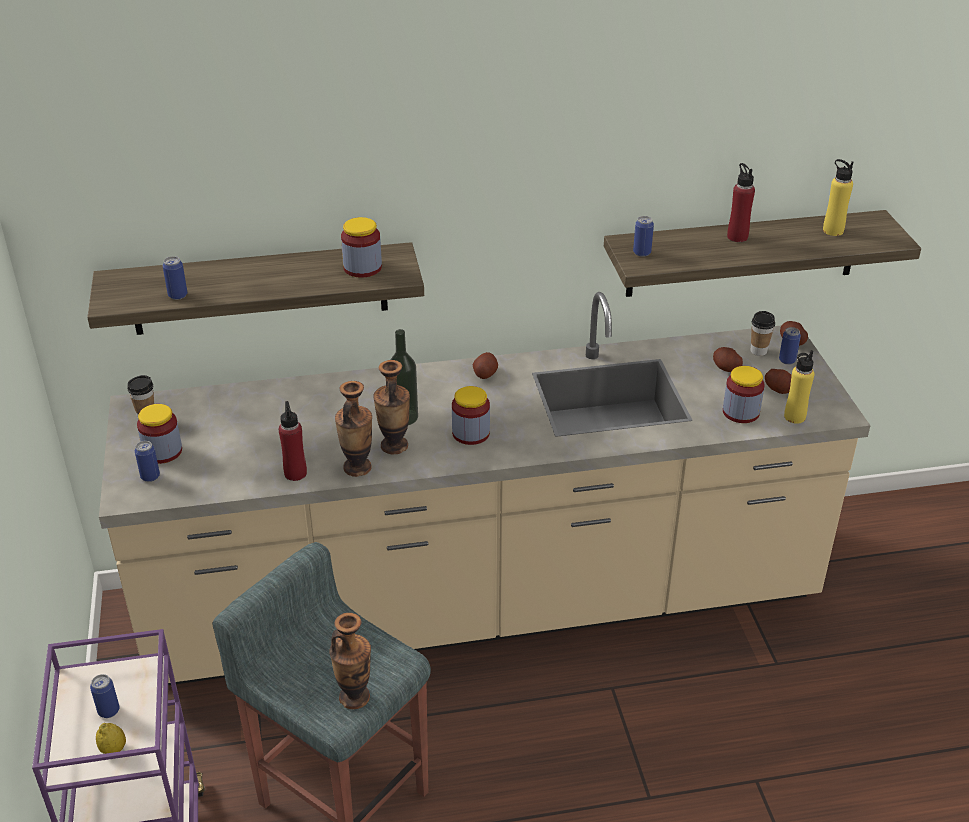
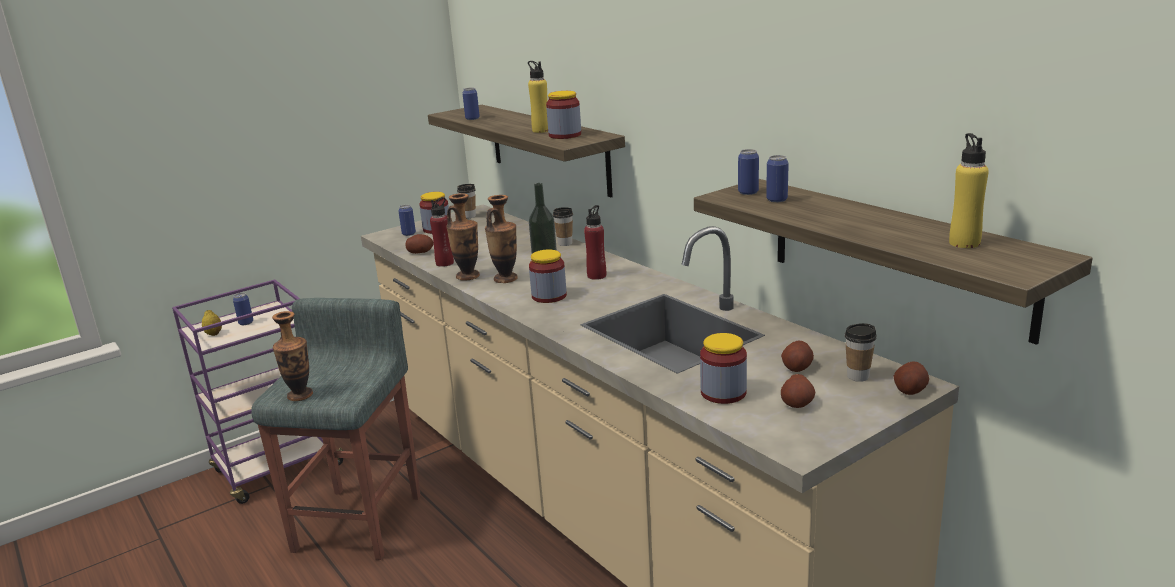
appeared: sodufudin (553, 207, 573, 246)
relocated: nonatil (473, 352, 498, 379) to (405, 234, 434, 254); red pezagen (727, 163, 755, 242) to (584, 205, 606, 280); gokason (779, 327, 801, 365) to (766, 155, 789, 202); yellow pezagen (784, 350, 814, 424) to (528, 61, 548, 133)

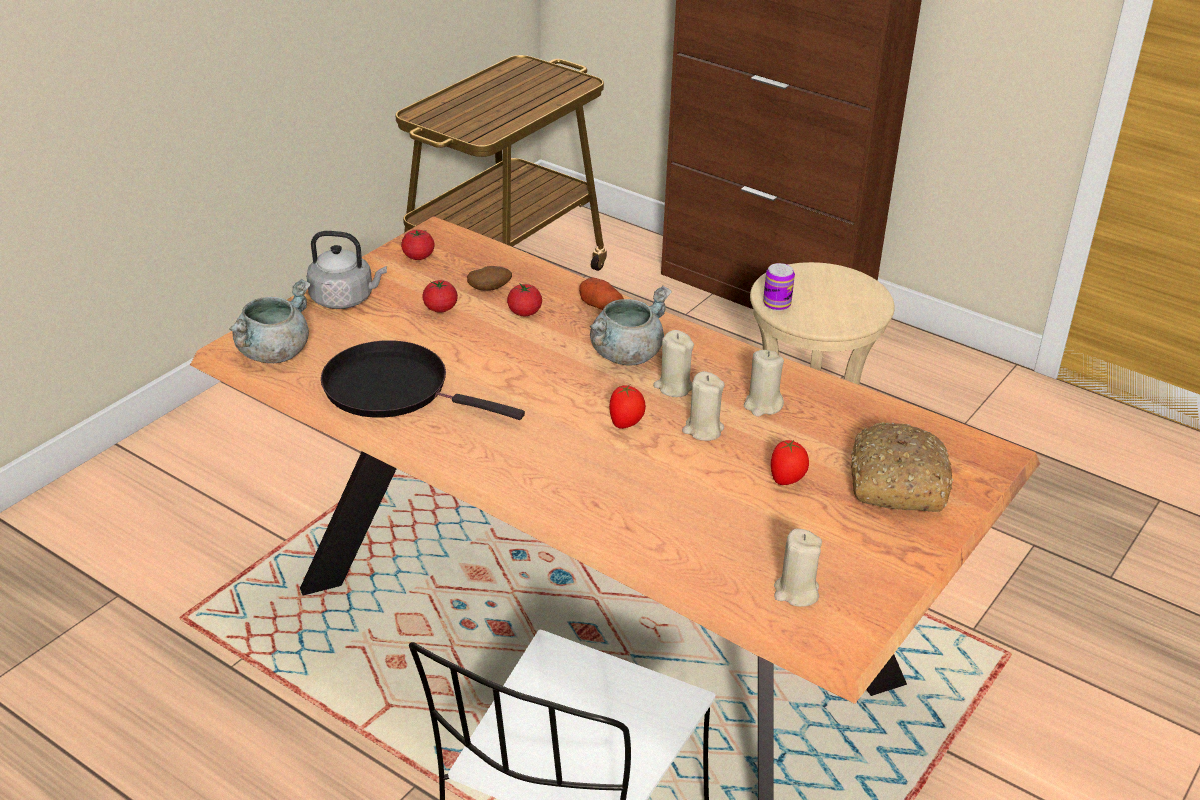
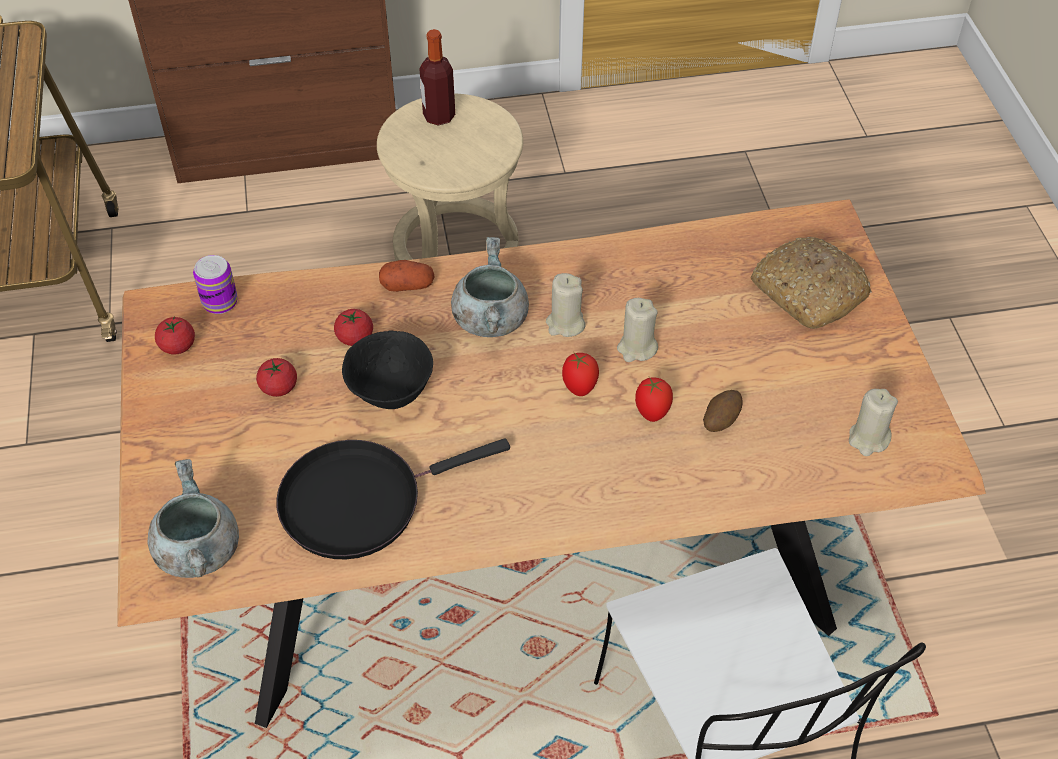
missing: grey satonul (307, 231, 387, 309); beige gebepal (744, 350, 784, 417)
appeared: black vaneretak (342, 330, 433, 409); pezagen (419, 29, 455, 126)
relocated: nonatil (467, 266, 512, 291) to (703, 390, 743, 432); gokason (763, 263, 795, 311) to (193, 255, 237, 314); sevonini (771, 439, 809, 485) to (635, 377, 673, 422)

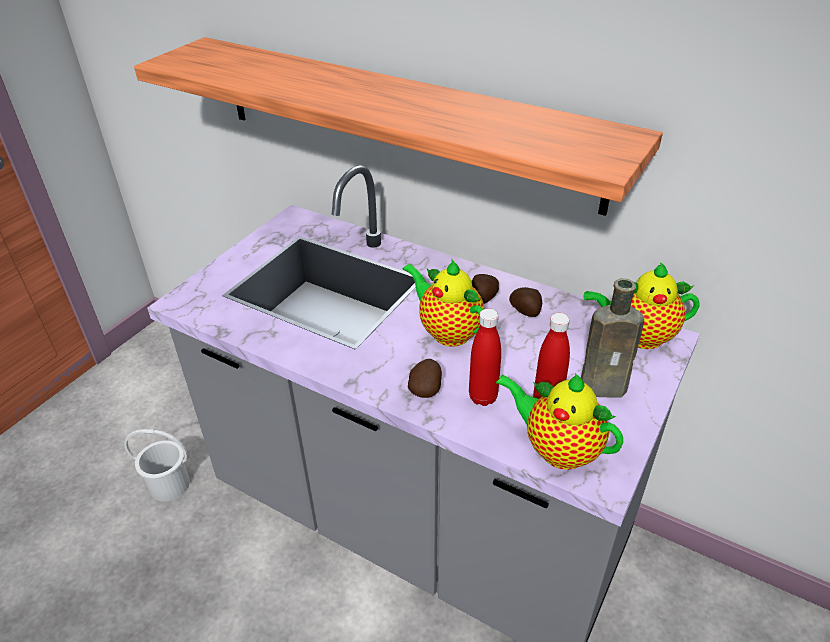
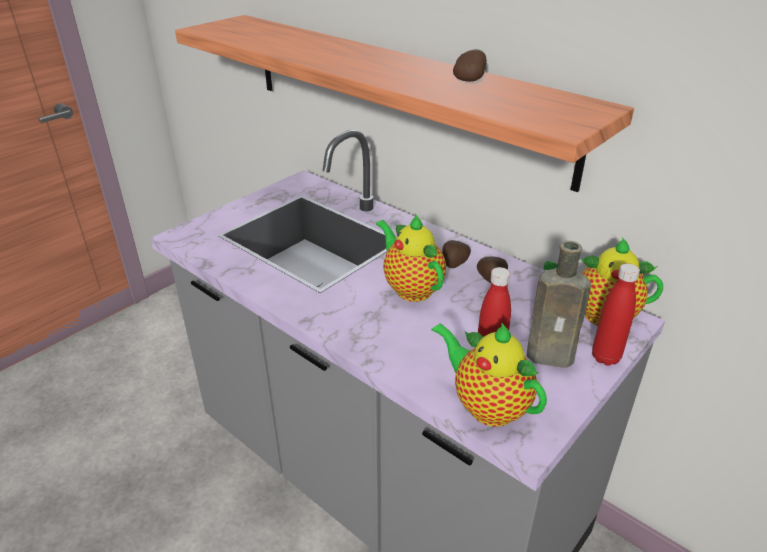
missing: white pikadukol (124, 429, 190, 502)
relocated: nonatil (408, 359, 442, 398) to (453, 49, 487, 82); red pezagen (469, 309, 501, 406) to (592, 263, 640, 366)

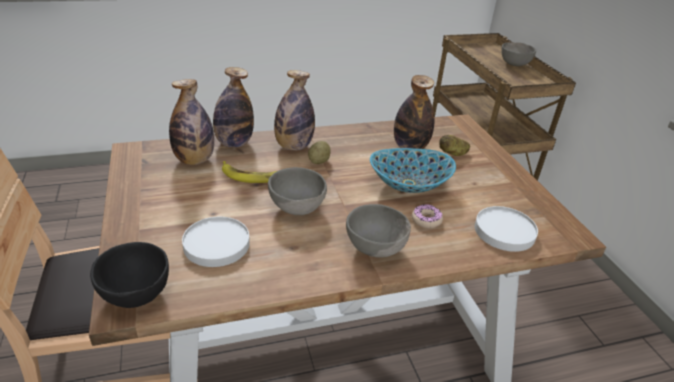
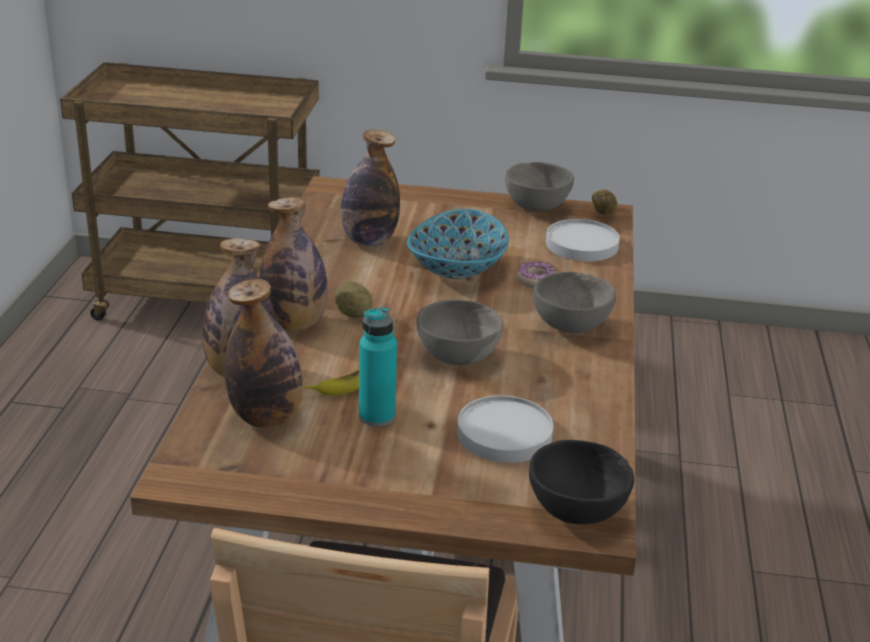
appeared: turquoise pezagen (359, 307, 397, 427)
relocated: nonatil (439, 135, 470, 156) to (592, 190, 618, 215); grey vaneretak (501, 42, 536, 66) to (505, 162, 574, 211)

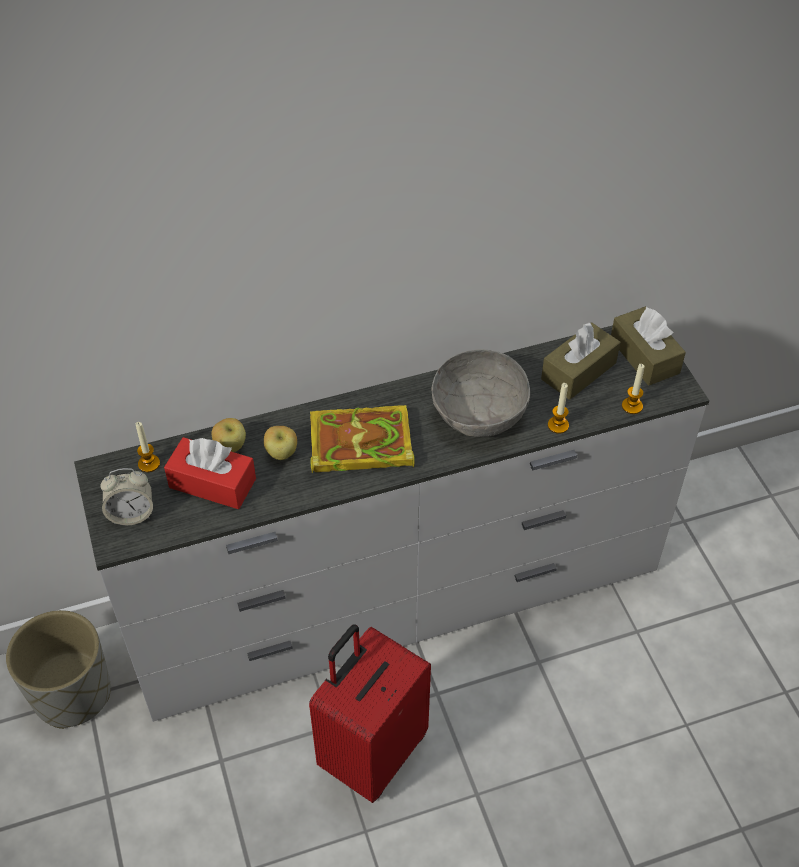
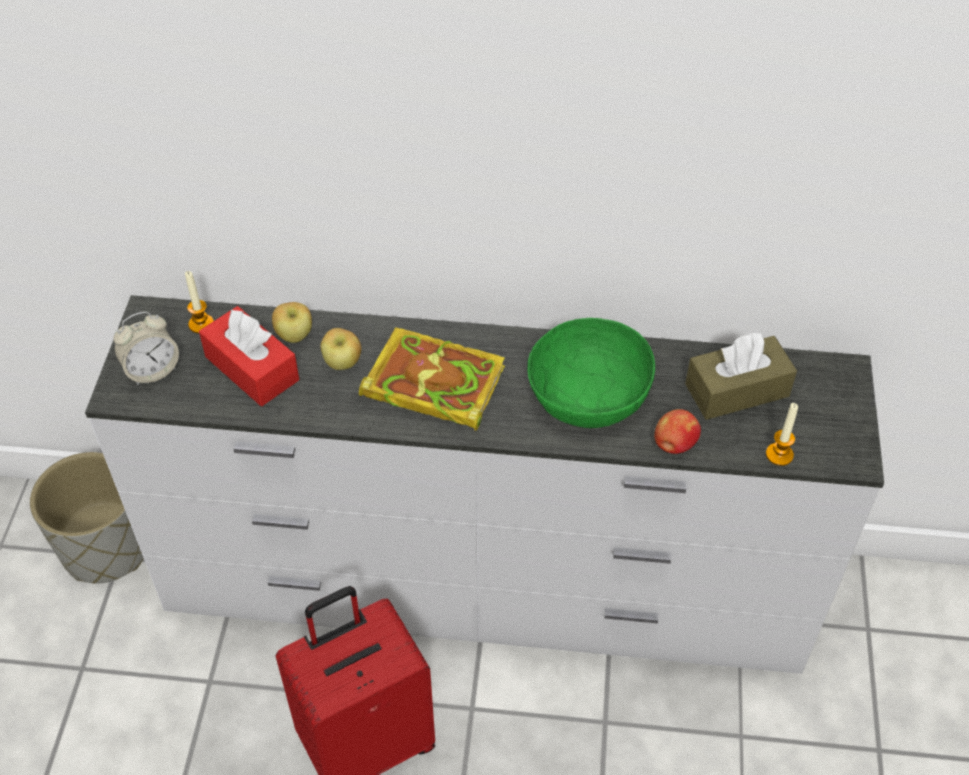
missing: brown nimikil (611, 306, 686, 386)
exchanged: gebepal (548, 383, 569, 434) to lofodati (654, 409, 701, 454)
colour: grey vaneretak (431, 349, 530, 437) to green vaneretak (528, 318, 655, 428)
spun: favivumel (100, 468, 153, 525) = (114, 311, 179, 386) 45 degrees counterclockwise

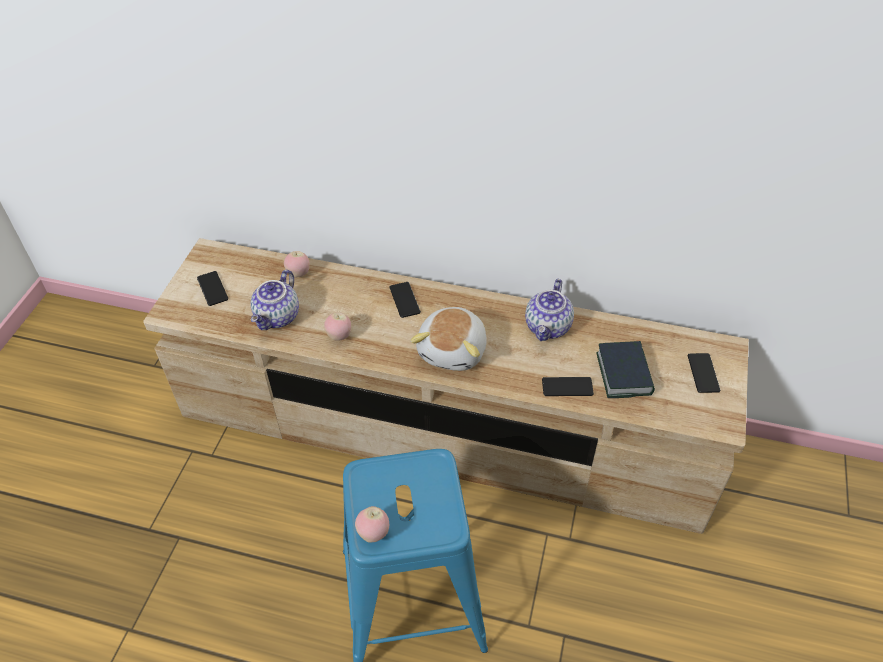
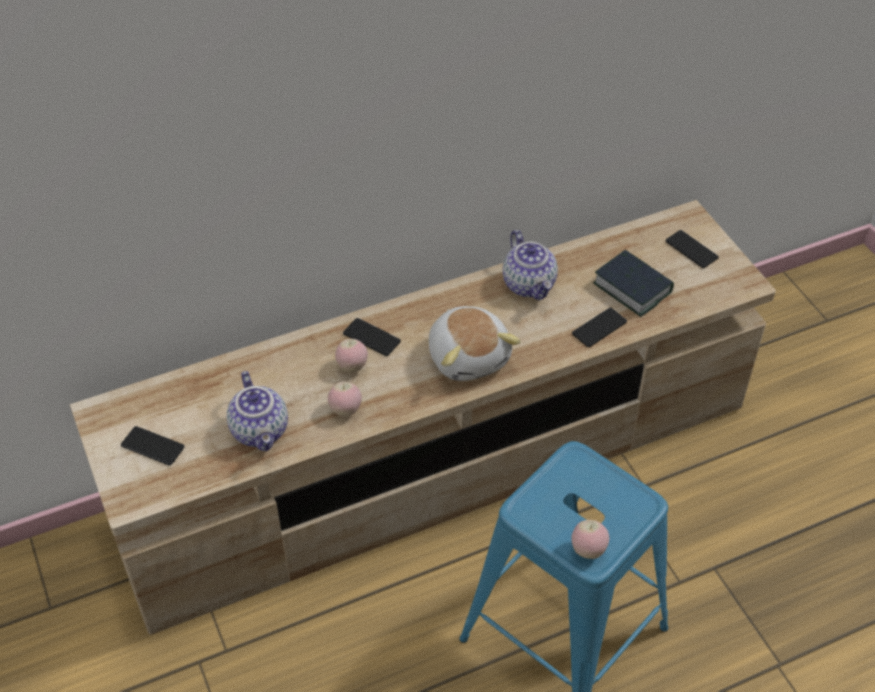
relocated: lofodati (284, 251, 310, 277) to (335, 339, 368, 372)

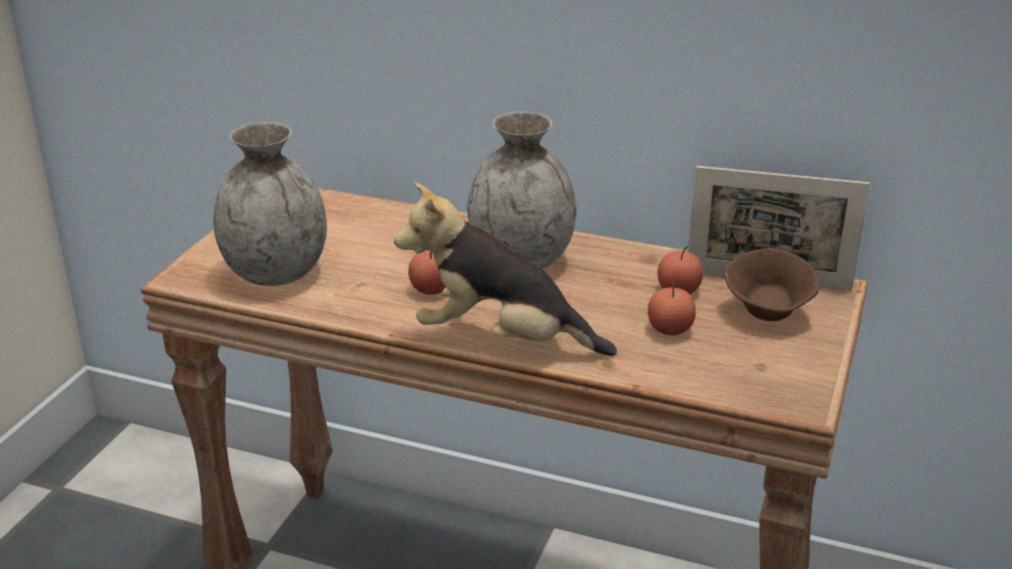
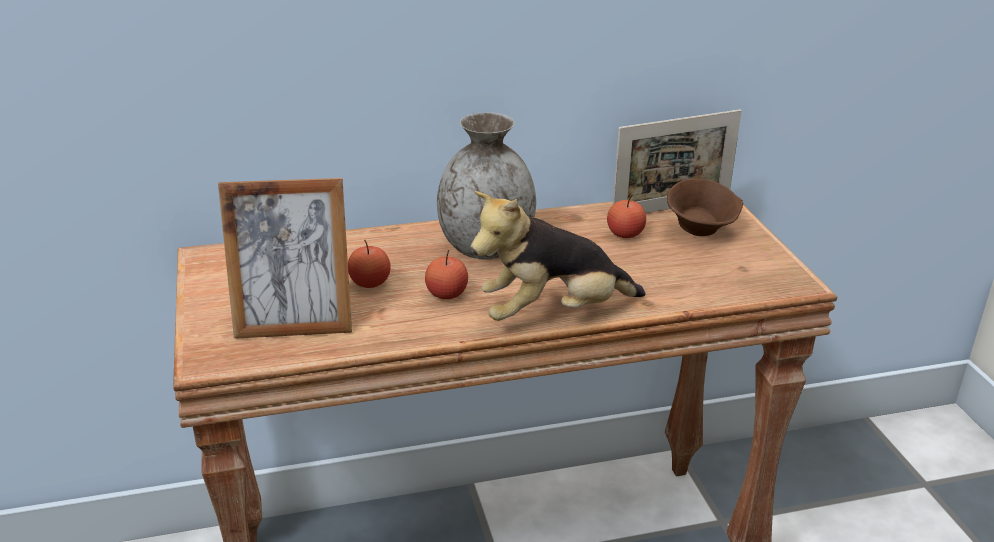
relocated: lofodati (648, 280, 696, 335) to (348, 240, 391, 288)
exchanged: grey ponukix (213, 122, 327, 286) to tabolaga (218, 178, 352, 339)

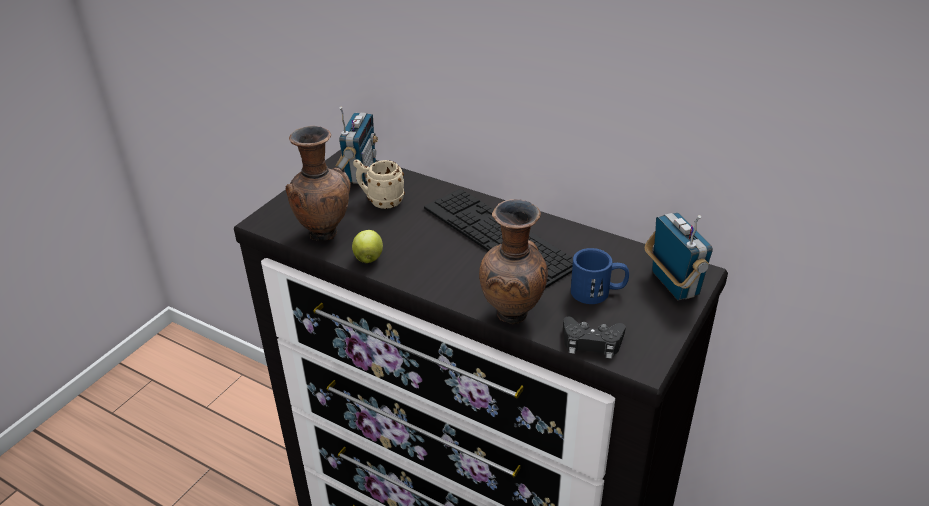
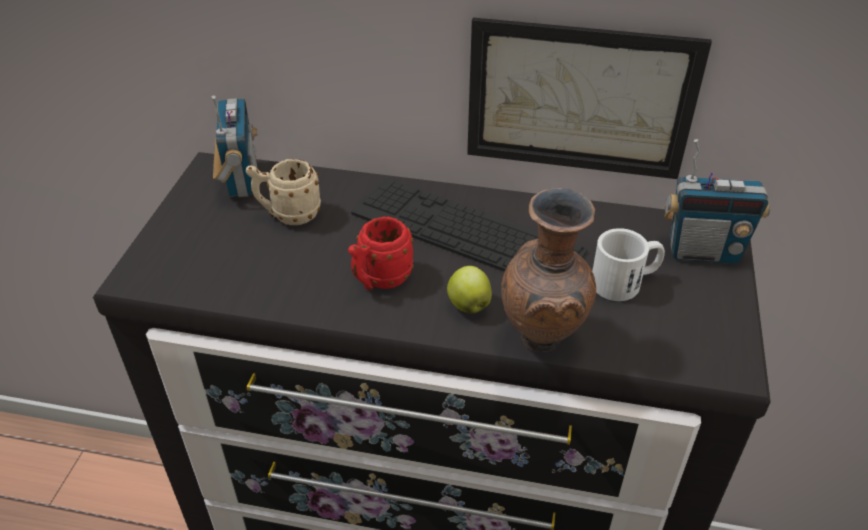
missing: brown ponukix (285, 126, 351, 241); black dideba (563, 317, 626, 359)
appeared: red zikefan (348, 217, 414, 291); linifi (467, 18, 712, 179)
relocated: lofodati (352, 230, 383, 263) to (447, 266, 492, 313)
colour: blue zikefan (571, 248, 629, 304) to white zikefan (592, 228, 665, 301)
spun: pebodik (645, 213, 713, 300) = (665, 139, 771, 264) 135 degrees clockwise

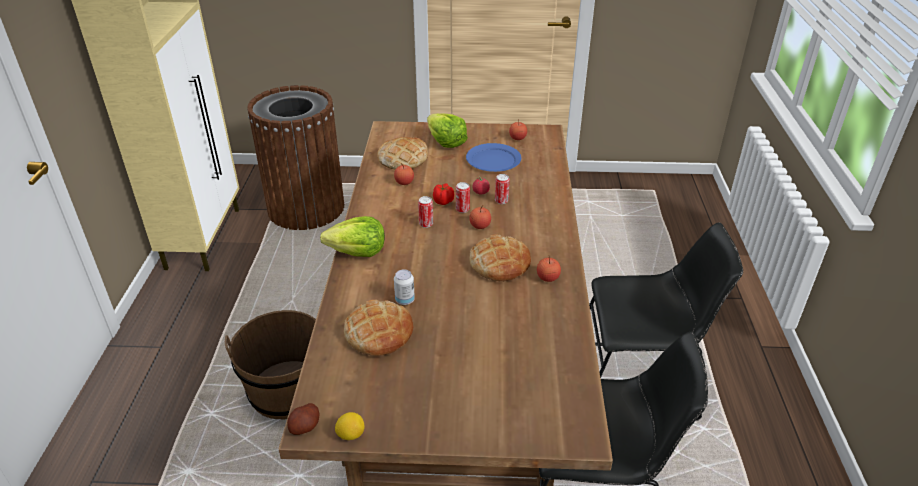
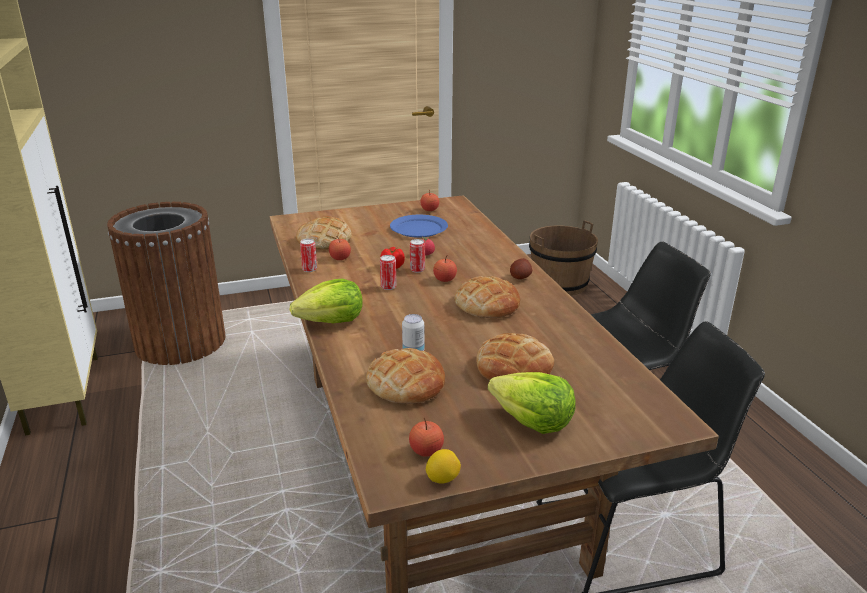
appeared: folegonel (476, 333, 554, 380)
relocated: brown pikadukol (225, 310, 316, 419) to (529, 220, 598, 296); nonatil (287, 403, 320, 435) to (510, 258, 533, 279); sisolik (427, 113, 468, 148) to (488, 372, 576, 434); gokason (495, 174, 510, 204) to (300, 239, 317, 272); lofodati (537, 256, 561, 282) to (409, 417, 444, 457)

